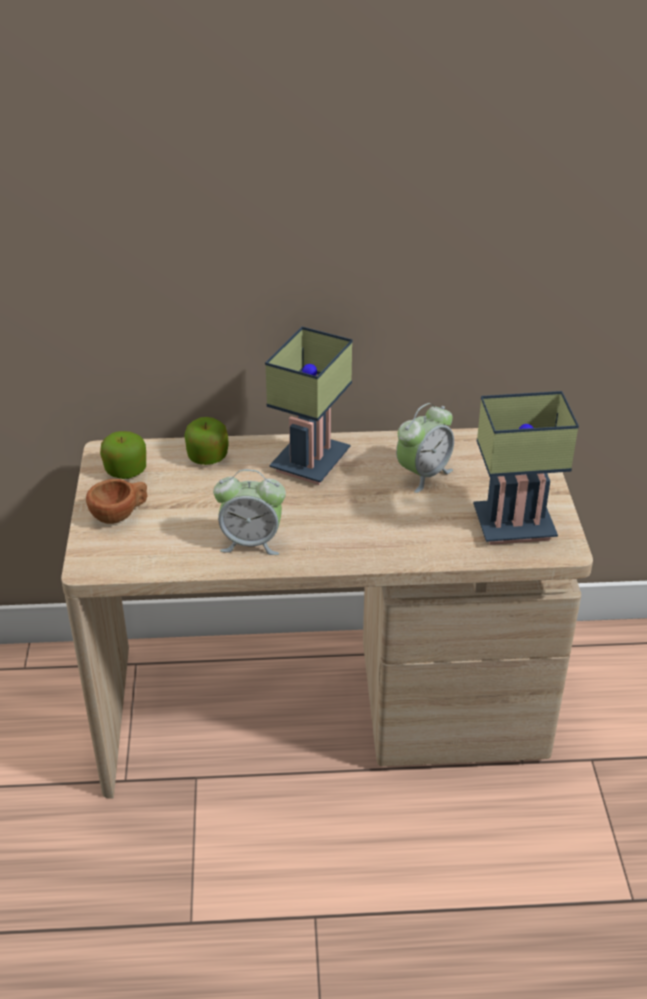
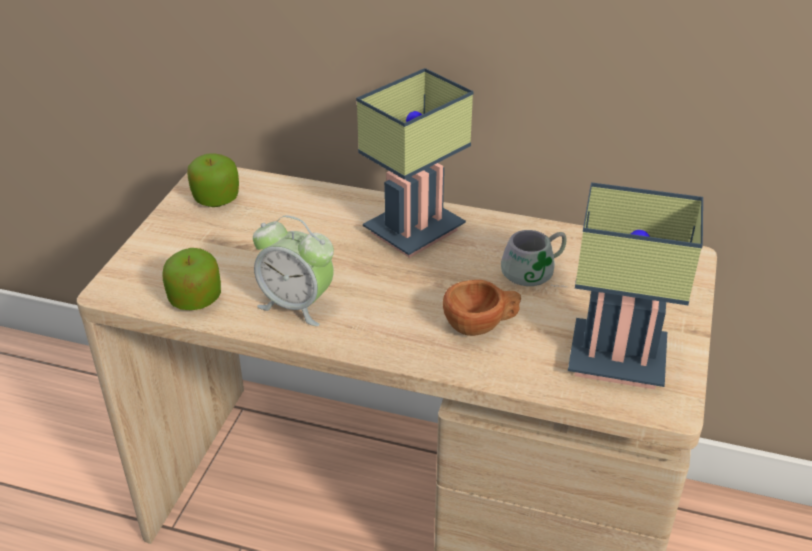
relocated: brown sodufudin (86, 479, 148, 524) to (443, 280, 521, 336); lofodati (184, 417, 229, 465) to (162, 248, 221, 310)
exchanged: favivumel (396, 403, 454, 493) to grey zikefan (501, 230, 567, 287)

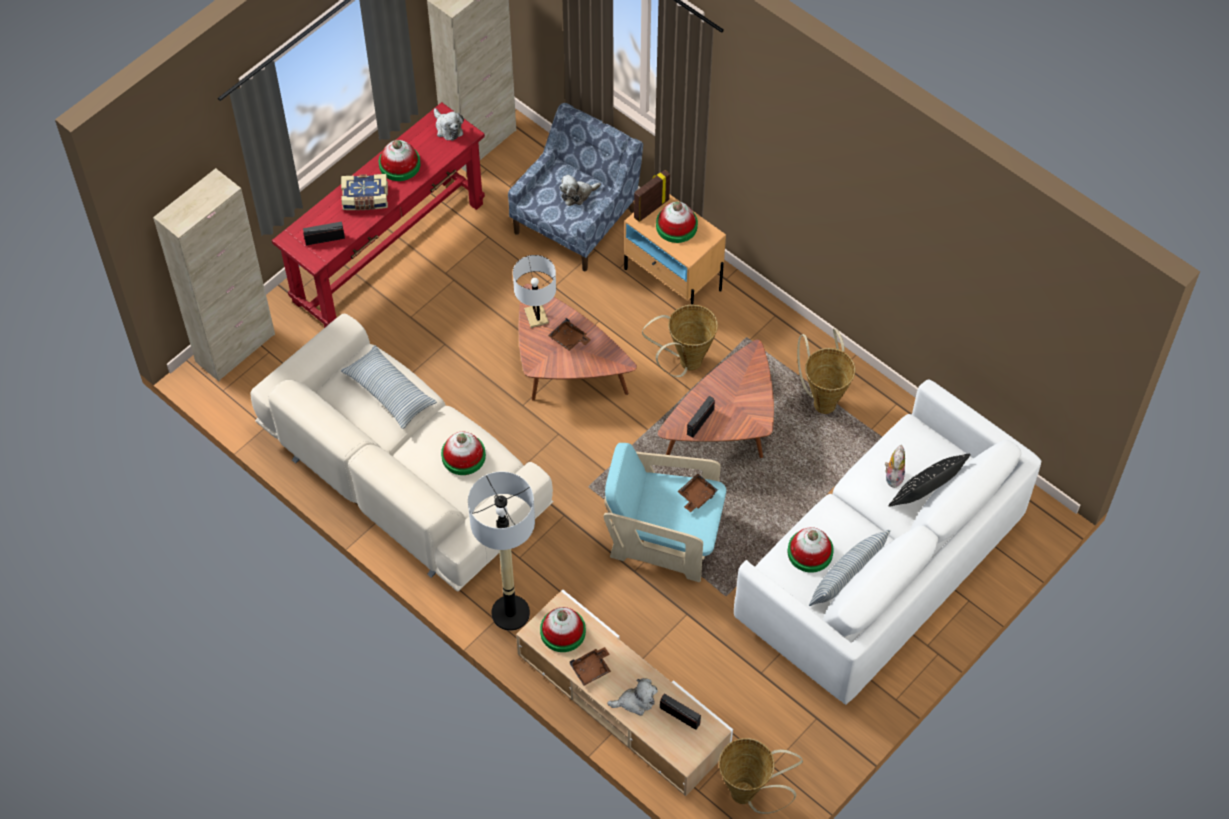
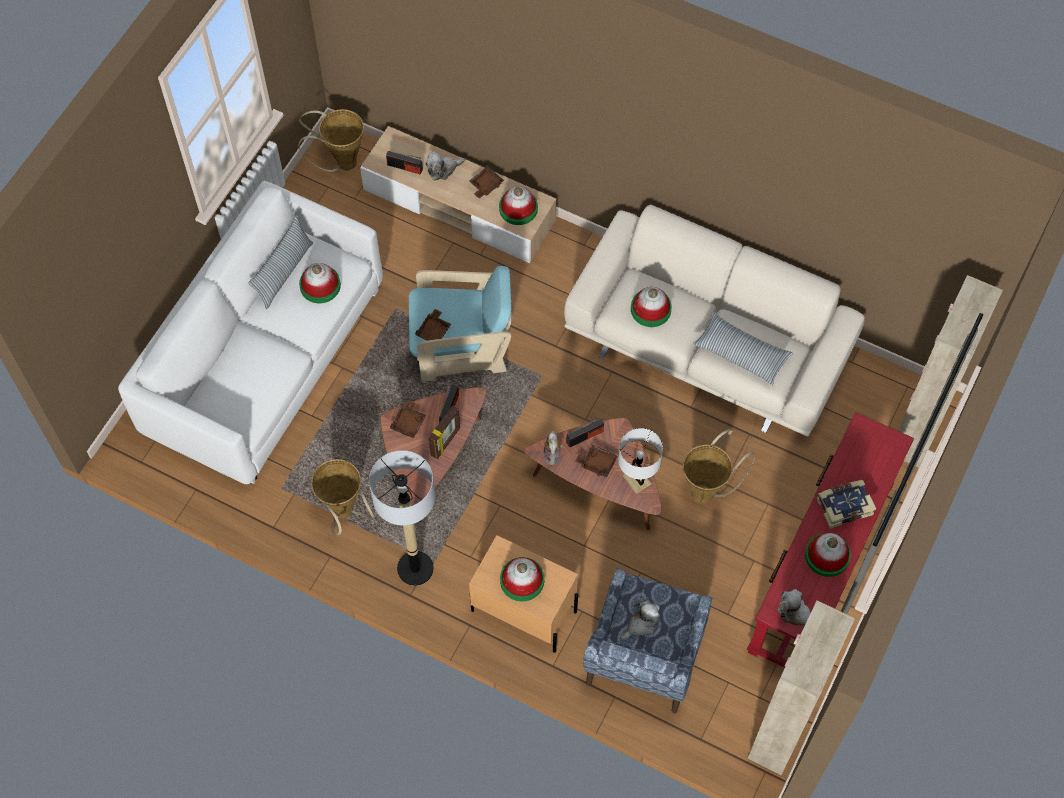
missing: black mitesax (888, 454, 971, 507)
appeared: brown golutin (390, 400, 426, 438)
relocated: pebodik (303, 221, 345, 245) to (566, 417, 604, 448); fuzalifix (468, 472, 535, 631) to (369, 450, 435, 586); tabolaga (634, 170, 670, 222) to (429, 405, 460, 459); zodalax (642, 305, 718, 377) to (683, 429, 755, 504); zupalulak (885, 445, 905, 490) to (543, 431, 564, 465)

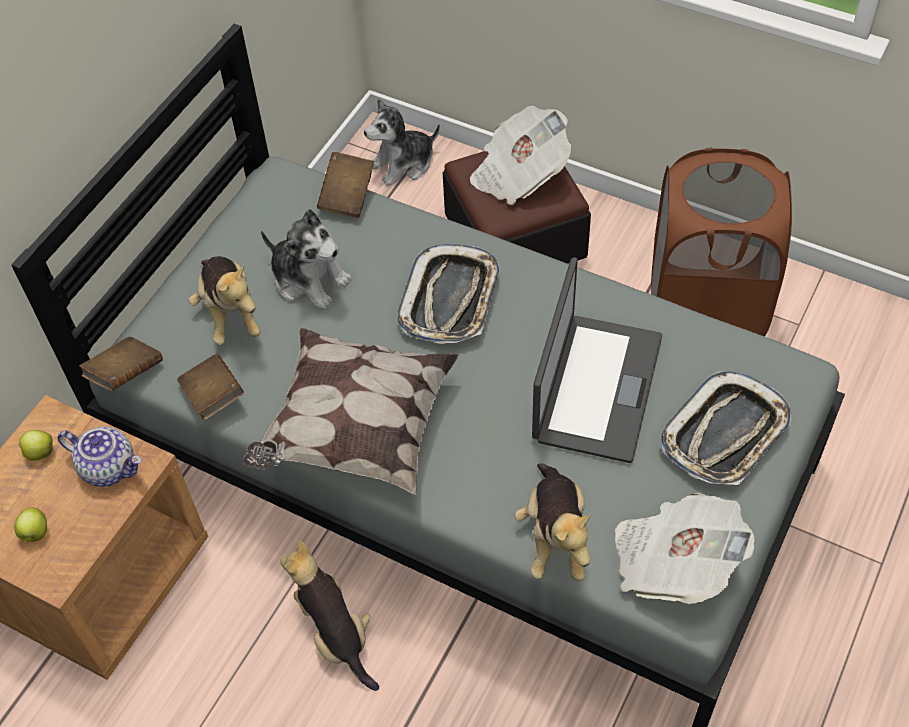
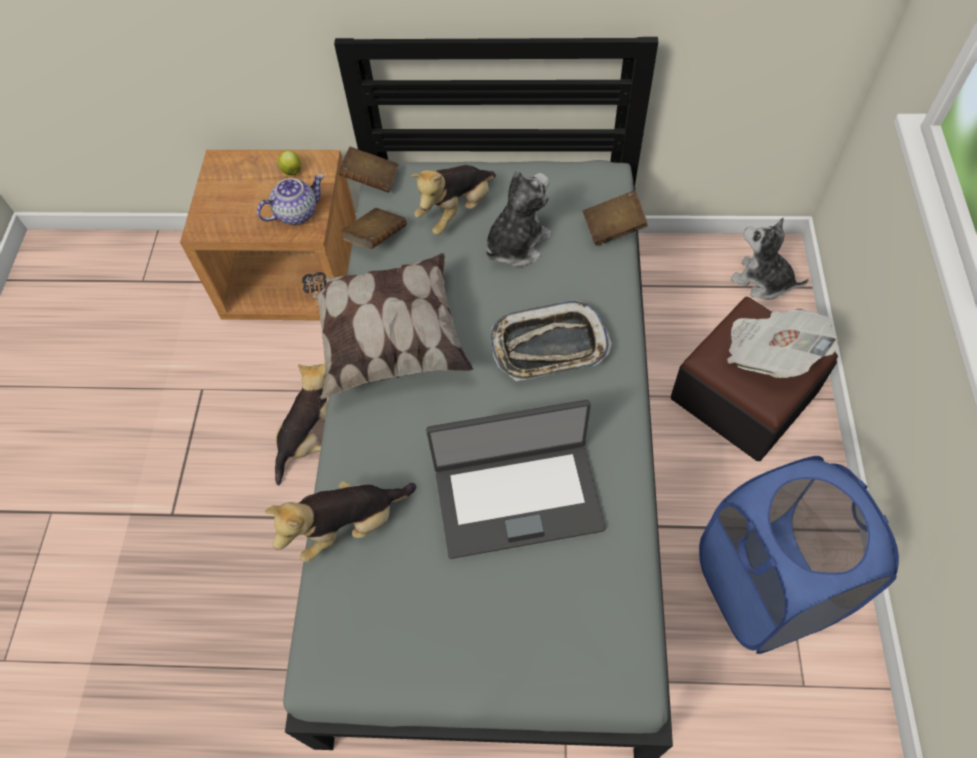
missing: lofodati (14, 508, 47, 543); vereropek (615, 493, 755, 604); golutin (661, 371, 792, 485)
colour: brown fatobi (651, 147, 792, 337) to blue fatobi (699, 456, 899, 654)
spun: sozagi (57, 427, 142, 487) = (257, 174, 324, 225) 120 degrees counterclockwise; zupalulak (261, 209, 352, 310) = (486, 170, 552, 267) 150 degrees counterclockwise

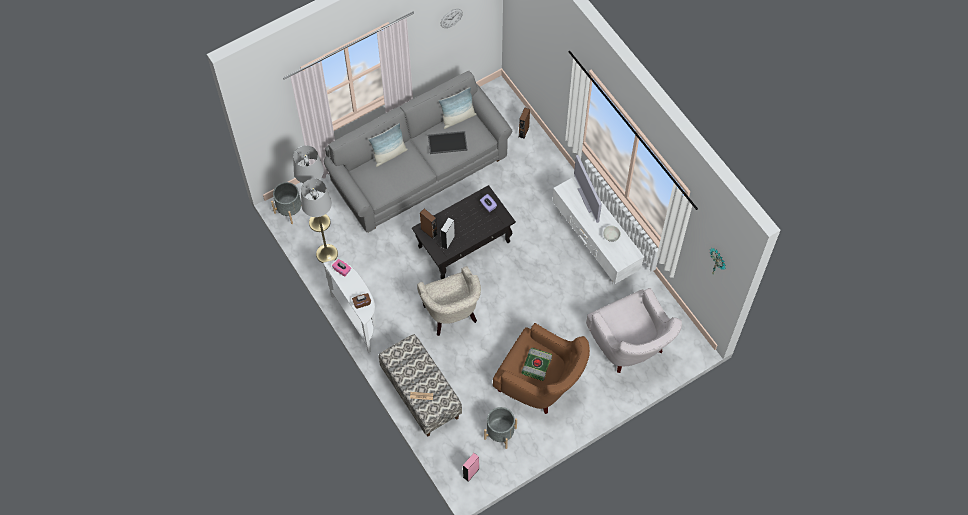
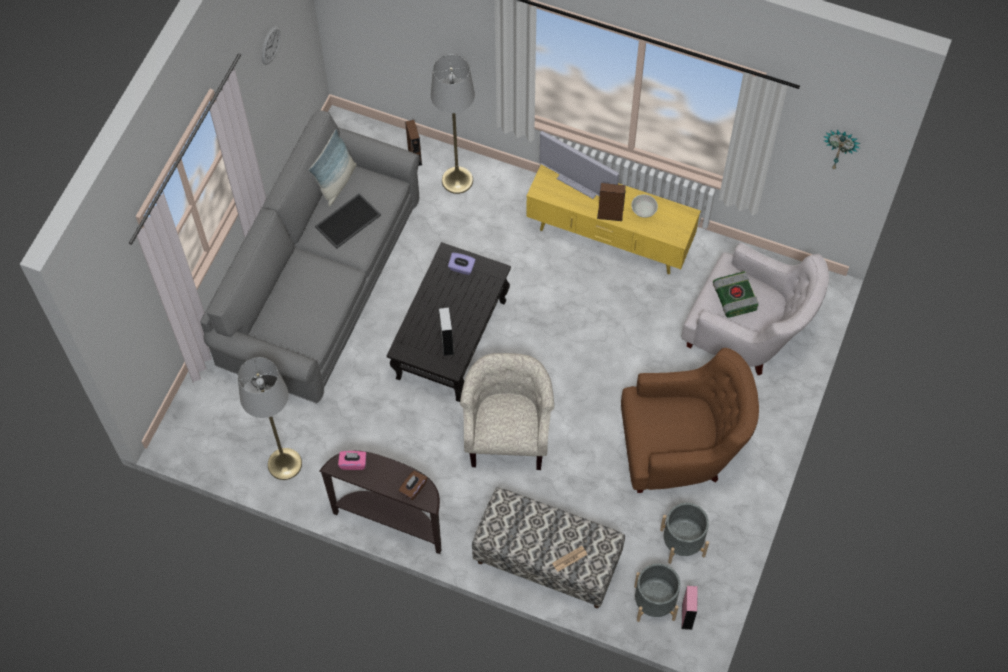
missing: mitesax (368, 123, 408, 167)
relocated: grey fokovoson (271, 182, 301, 224) to (634, 563, 680, 622); grey fuzalifix (293, 145, 331, 232) to (431, 54, 475, 194); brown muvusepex (420, 209, 437, 239) to (597, 183, 626, 221); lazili (521, 348, 552, 381) to (713, 271, 759, 318)
colour: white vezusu (323, 260, 376, 353) to brown vezusu (319, 451, 442, 554); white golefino (552, 176, 644, 285) to yellow golefino (526, 164, 701, 275)
spun: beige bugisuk (417, 266, 481, 336) = (460, 353, 554, 470) 120 degrees counterclockwise

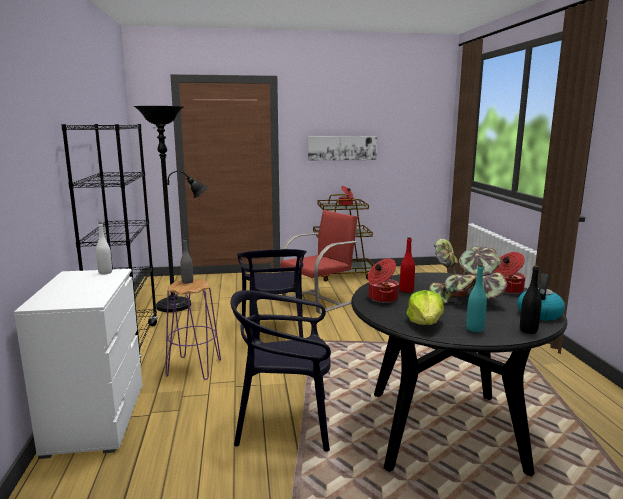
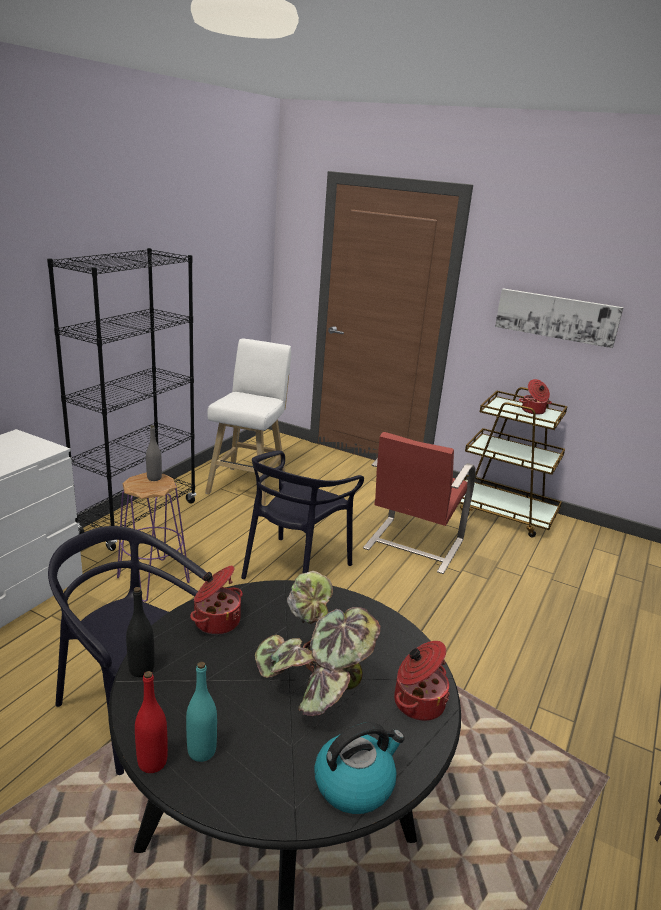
missing: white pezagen (96, 222, 112, 274); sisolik (406, 290, 444, 325)
relocated: red pezagen (400, 237, 415, 293) to (135, 671, 168, 773); black pezagen (520, 265, 542, 334) to (126, 587, 155, 677)
exchanged: black fuzalifix (134, 106, 208, 312) to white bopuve (205, 339, 291, 506)
spun: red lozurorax (280, 210, 358, 314) = (363, 432, 476, 574) 120 degrees clockwise

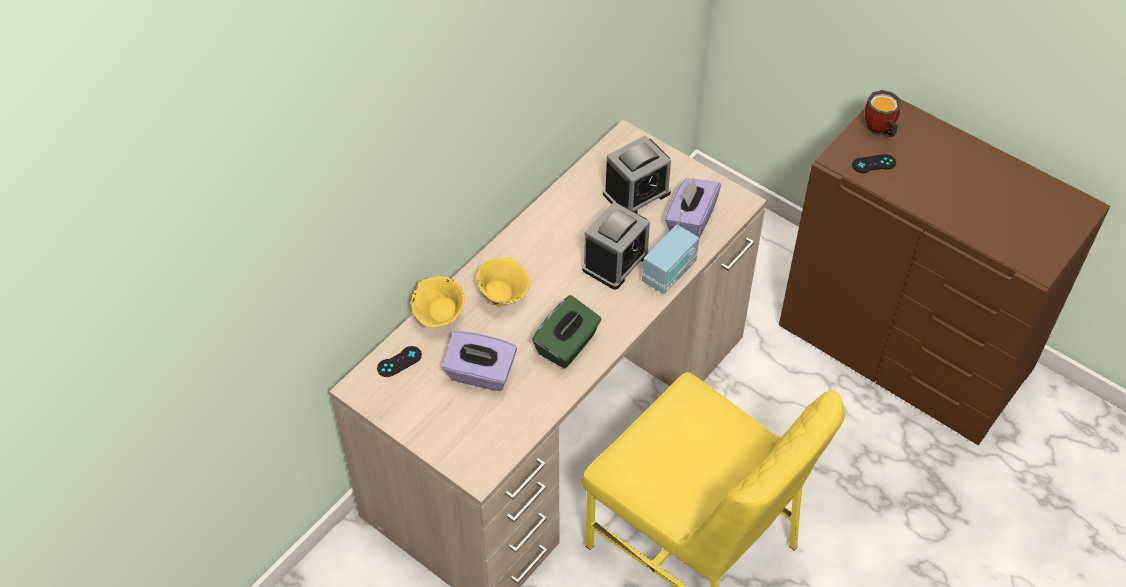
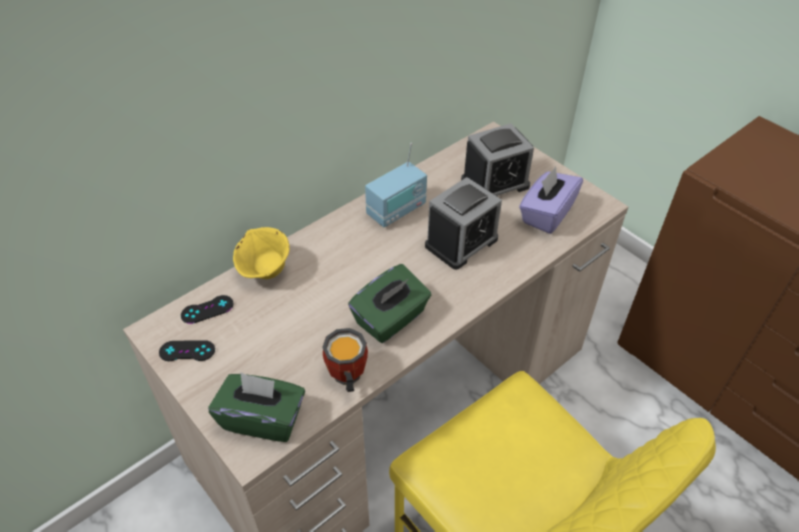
missing: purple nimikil (442, 331, 517, 391); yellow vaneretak (477, 257, 530, 306)
appeared: green nimikil (208, 372, 305, 442)
relocated: pebodik (642, 210, 699, 294) to (365, 143, 427, 227); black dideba (852, 154, 896, 173) to (159, 340, 215, 361); zikefan (865, 90, 901, 137) to (322, 328, 368, 392)

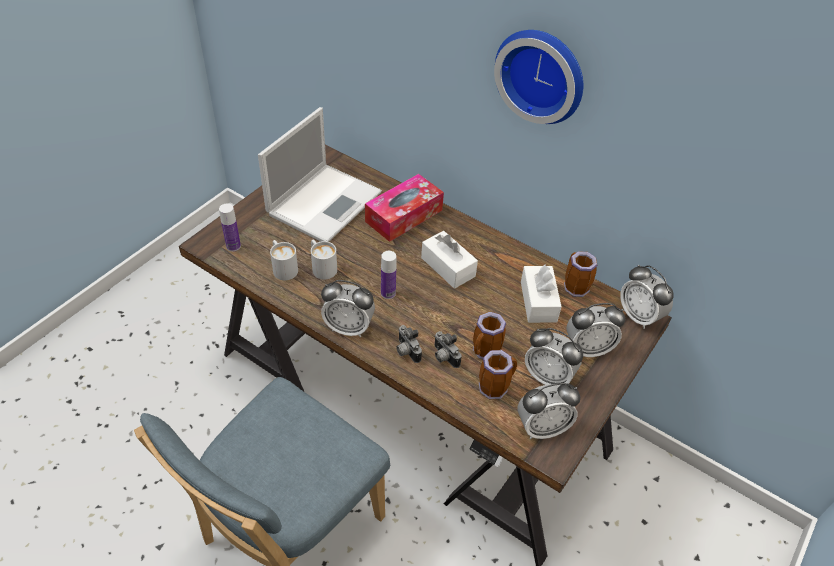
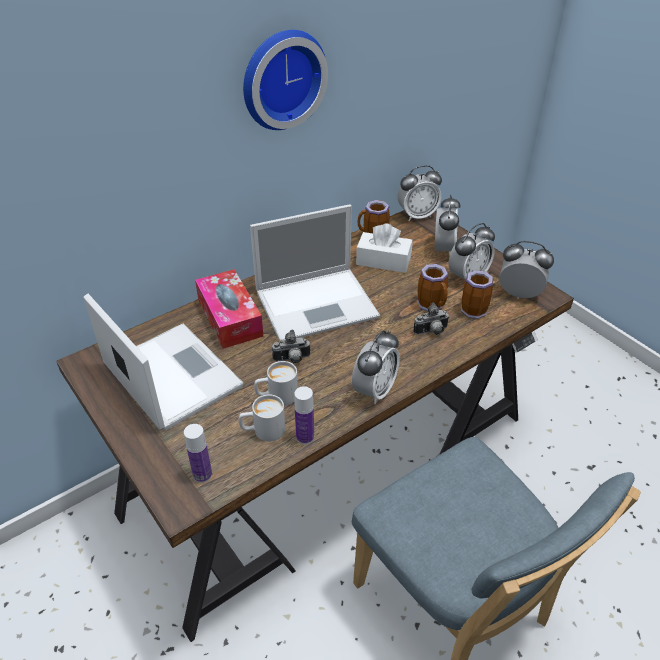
relocated: pezagen (381, 251, 396, 299) to (294, 386, 314, 444); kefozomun (396, 325, 422, 363) to (272, 330, 311, 364)
exchanged: white nimikil (421, 231, 478, 289) to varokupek (250, 204, 380, 341)
spun: favivumel (517, 383, 580, 439) = (499, 241, 554, 299) 75 degrees counterclockwise

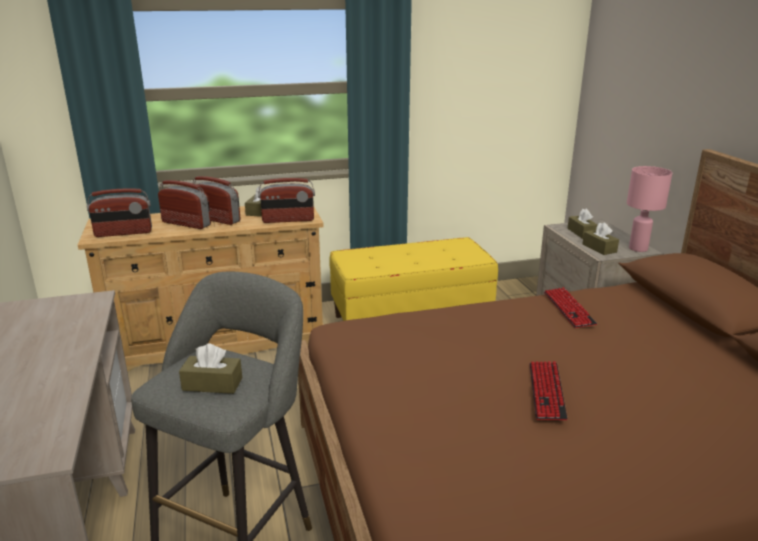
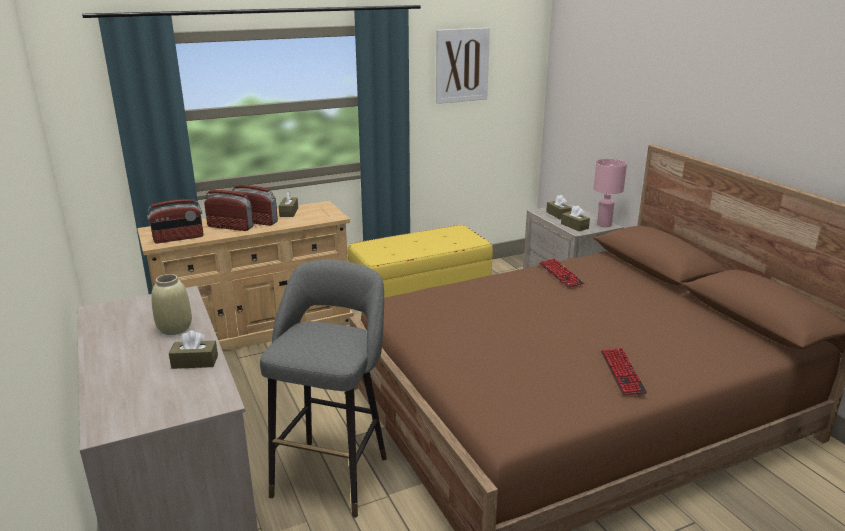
missing: pebodik (258, 178, 315, 223)
appeared: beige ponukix (151, 274, 192, 335); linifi (436, 28, 490, 104)
relocated: brown nimikil (179, 343, 242, 394) to (169, 330, 218, 369); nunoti (529, 361, 568, 420) to (601, 348, 647, 396)

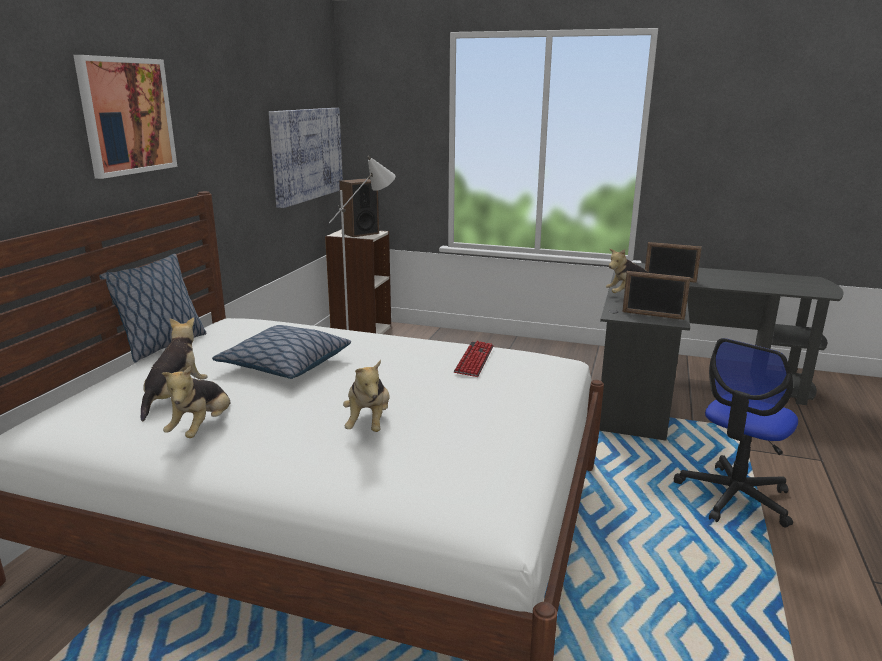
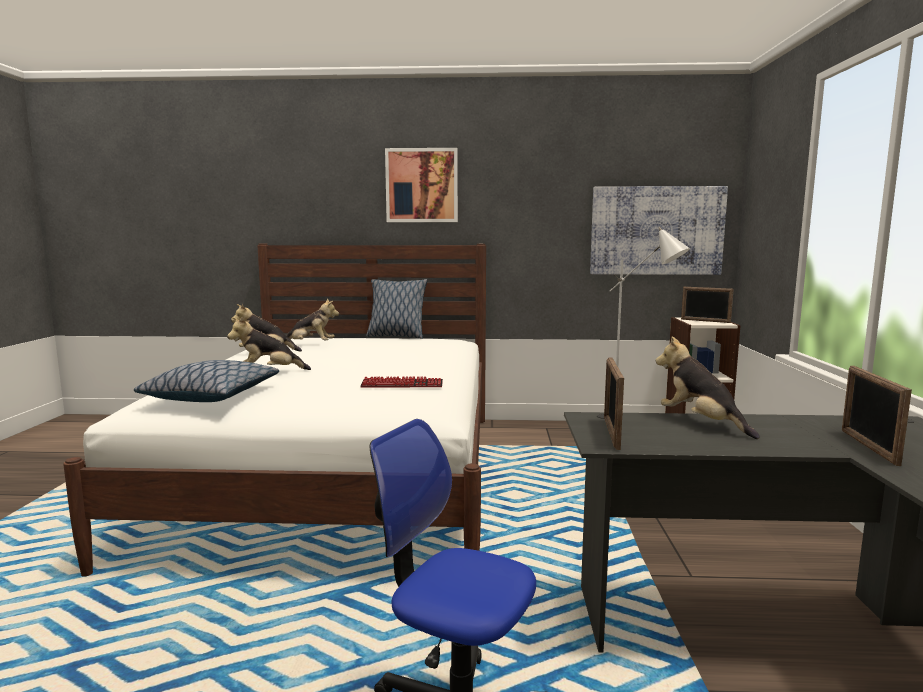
relocated: mitesax (212, 325, 351, 379) to (134, 360, 279, 402)
exchanged: muvusepex (339, 178, 379, 237) to tabolaga (681, 287, 734, 323)

